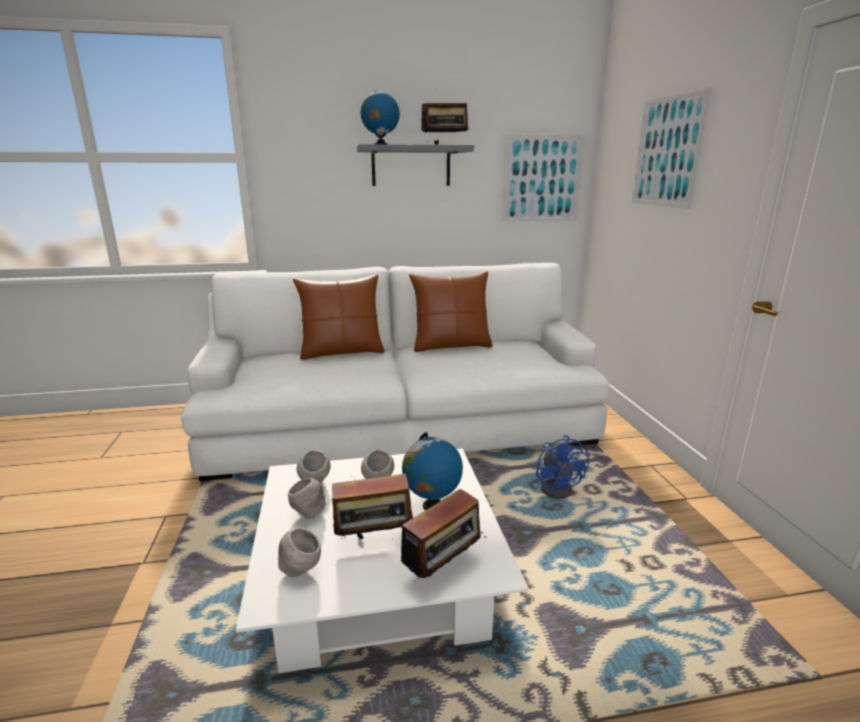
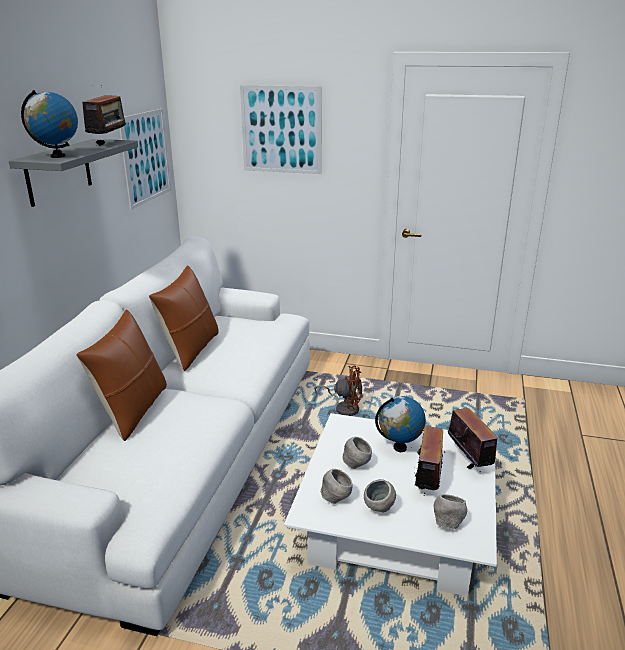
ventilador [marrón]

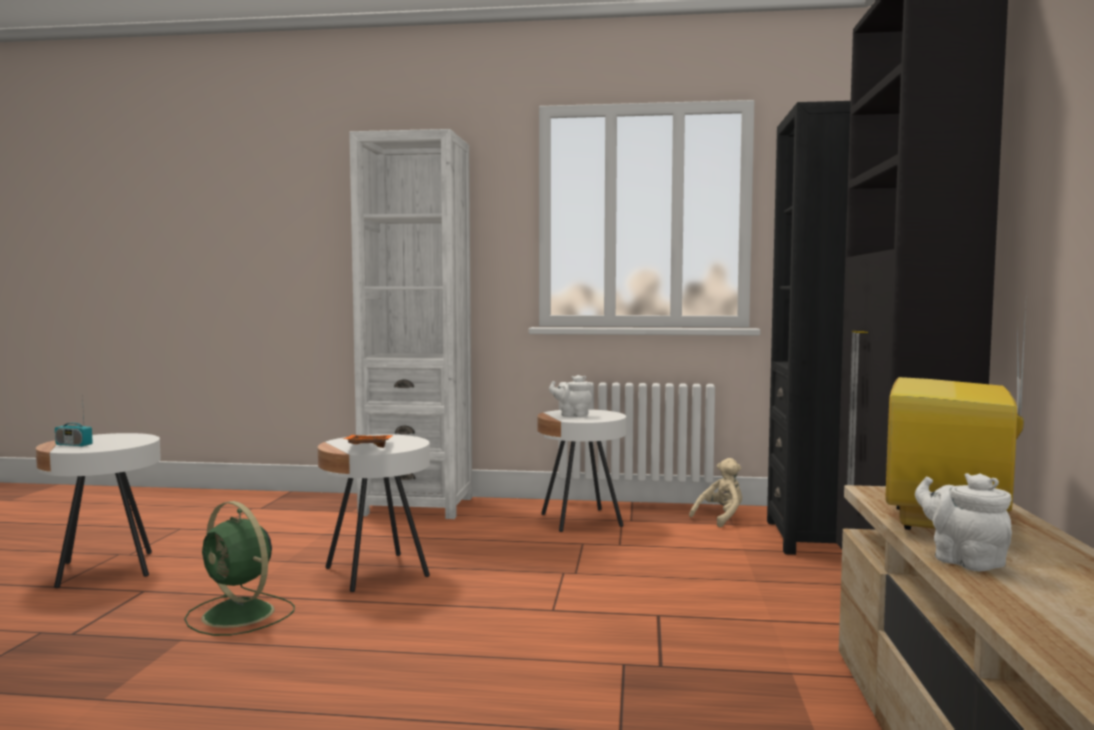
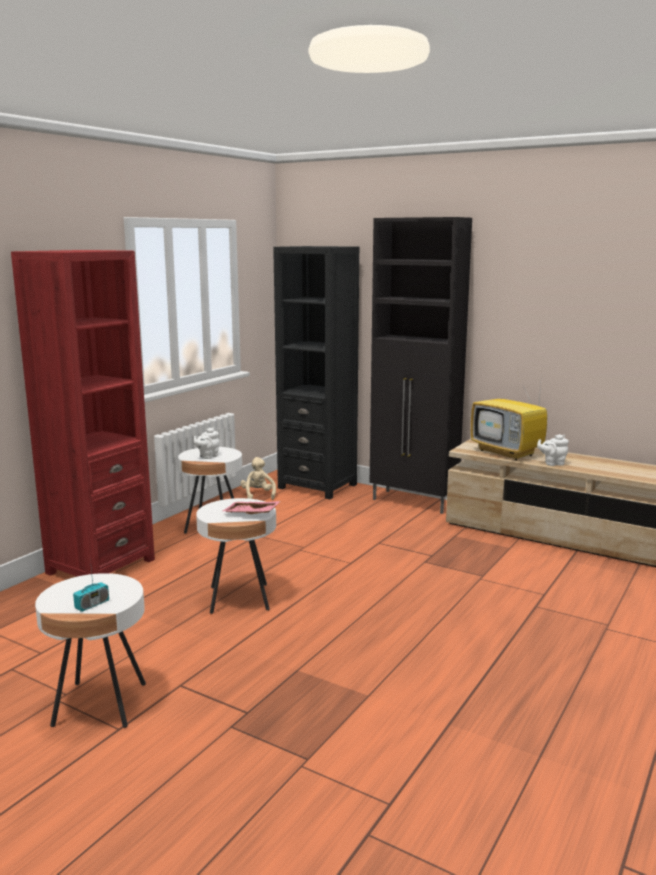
ventilador [verde]; bandeja [rosa]; estantería [rojo]

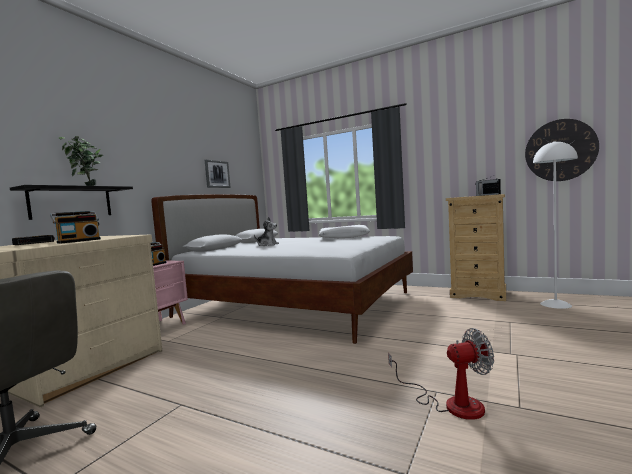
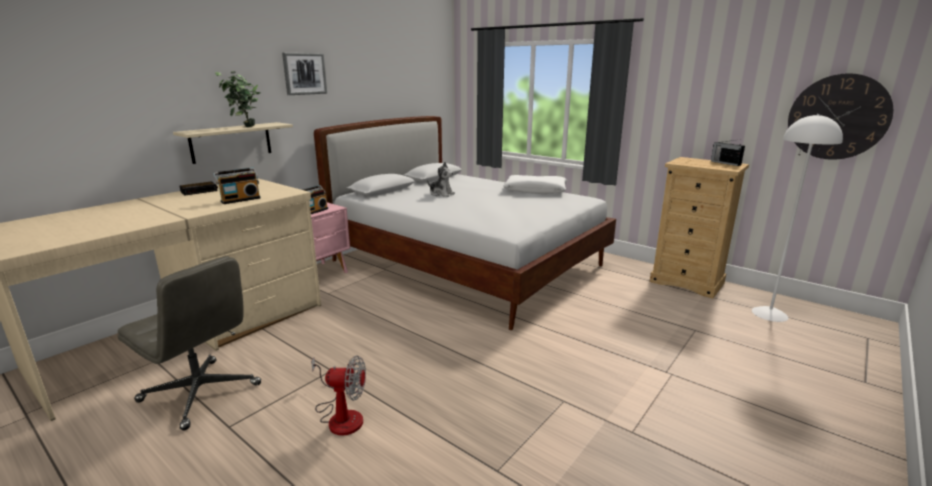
cuadro; ventilador; estante [beis]

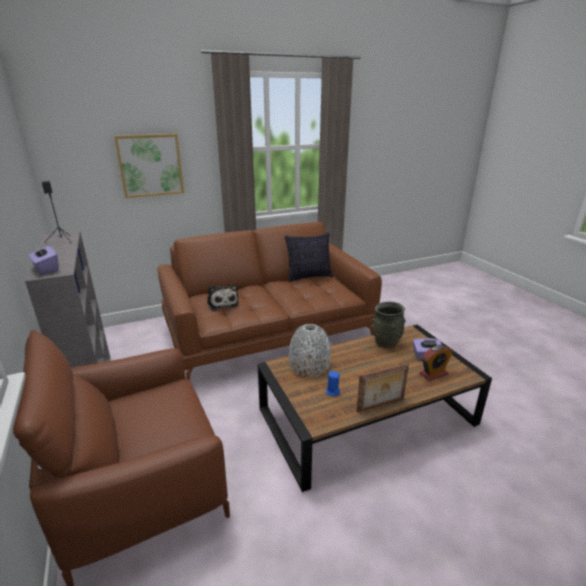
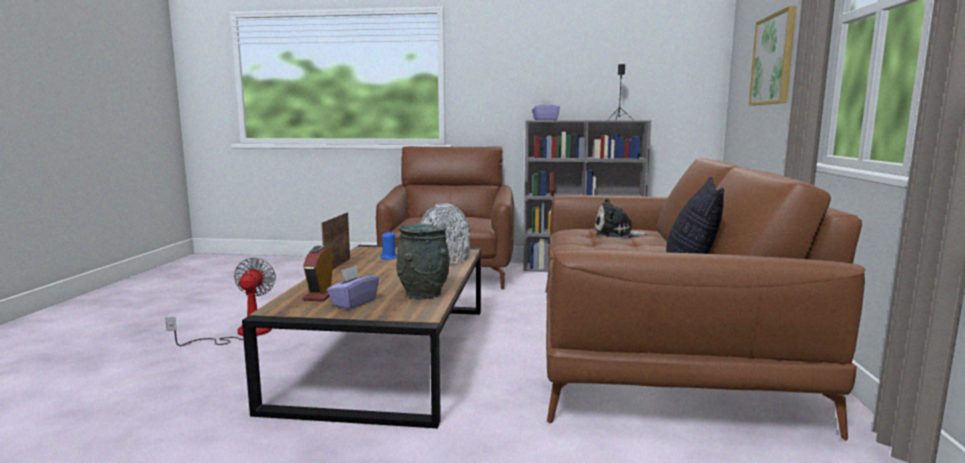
ventilador

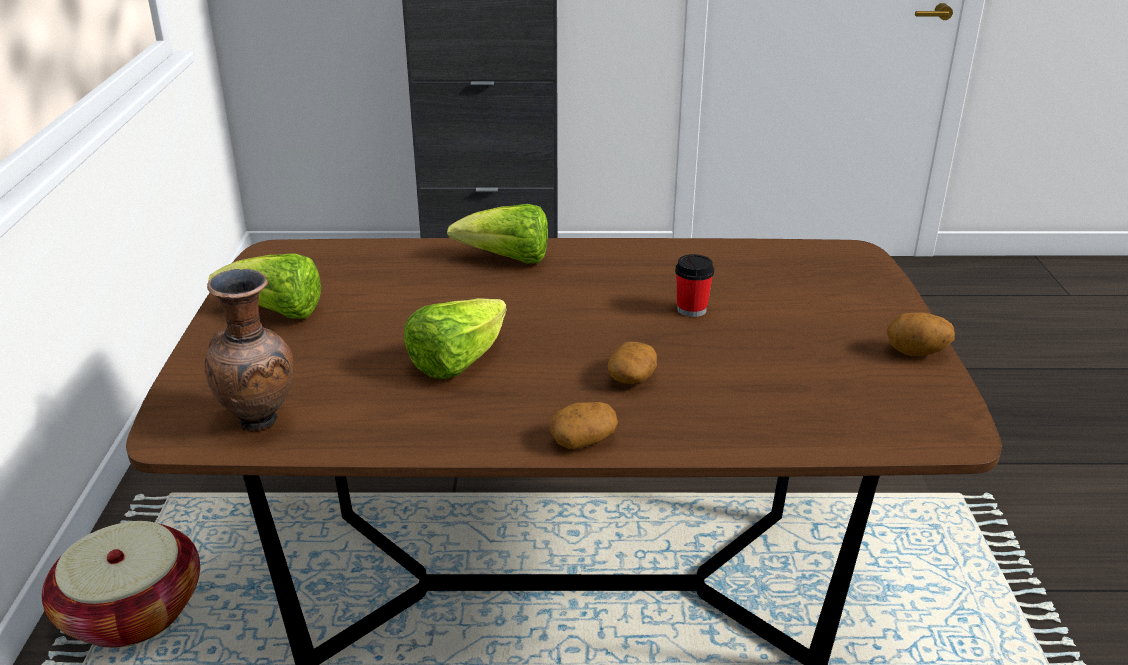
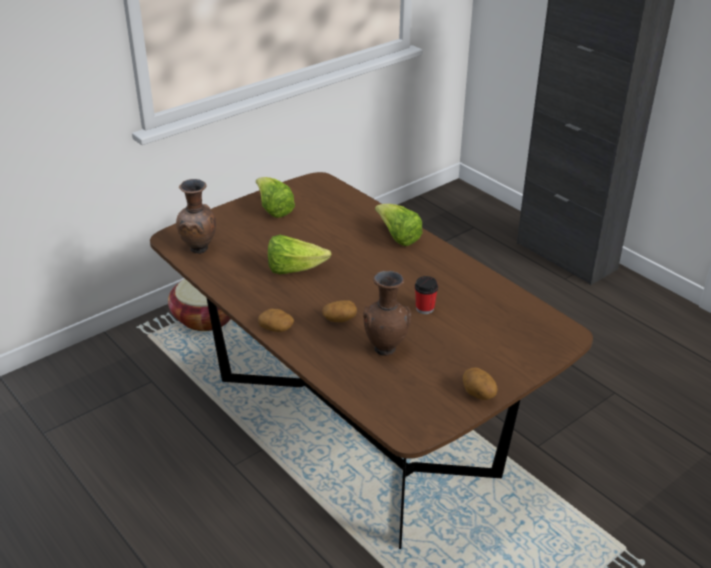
florero [marrón] (2nd from left)

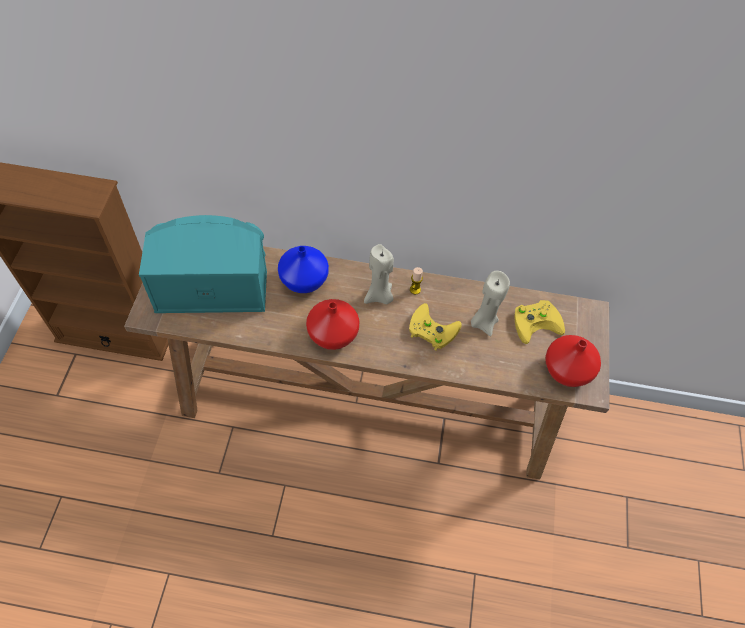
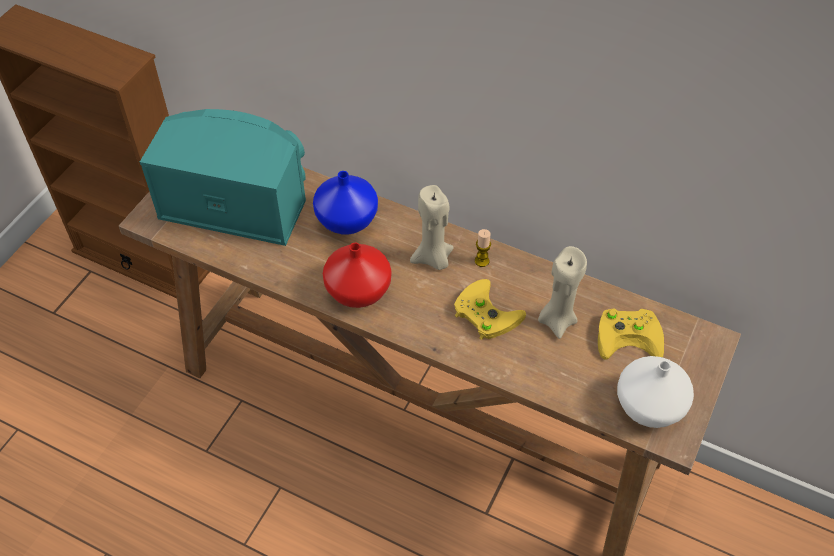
florero [blanco]

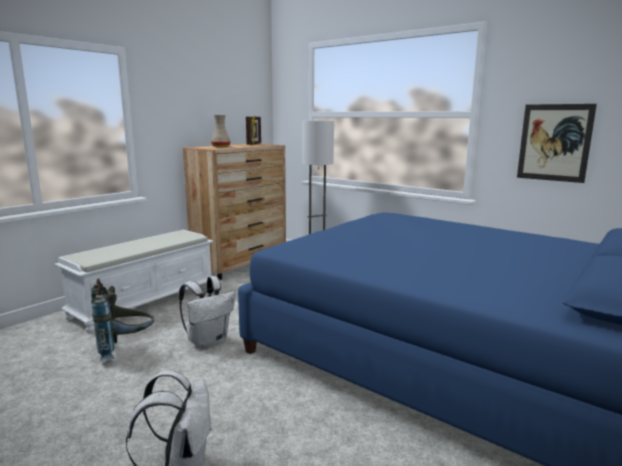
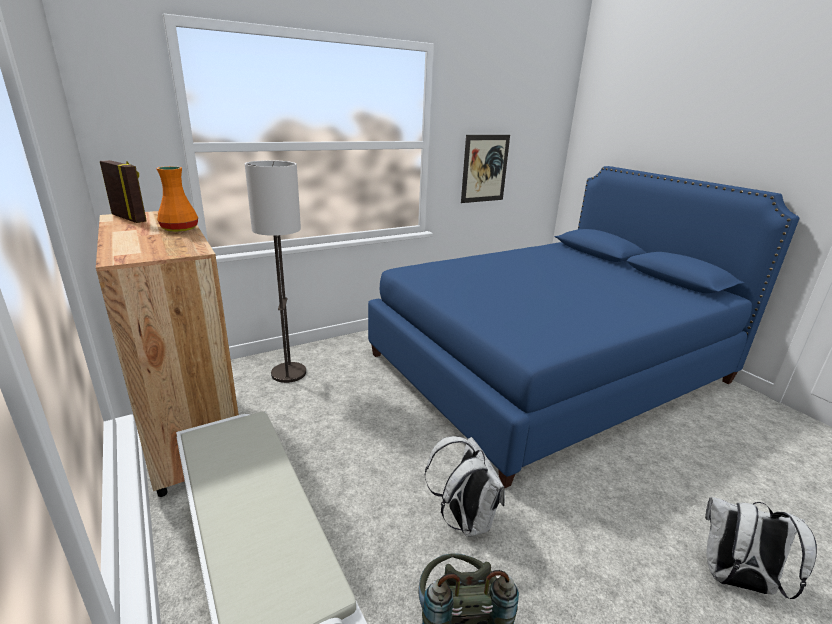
florero [beis]; florero [naranja]

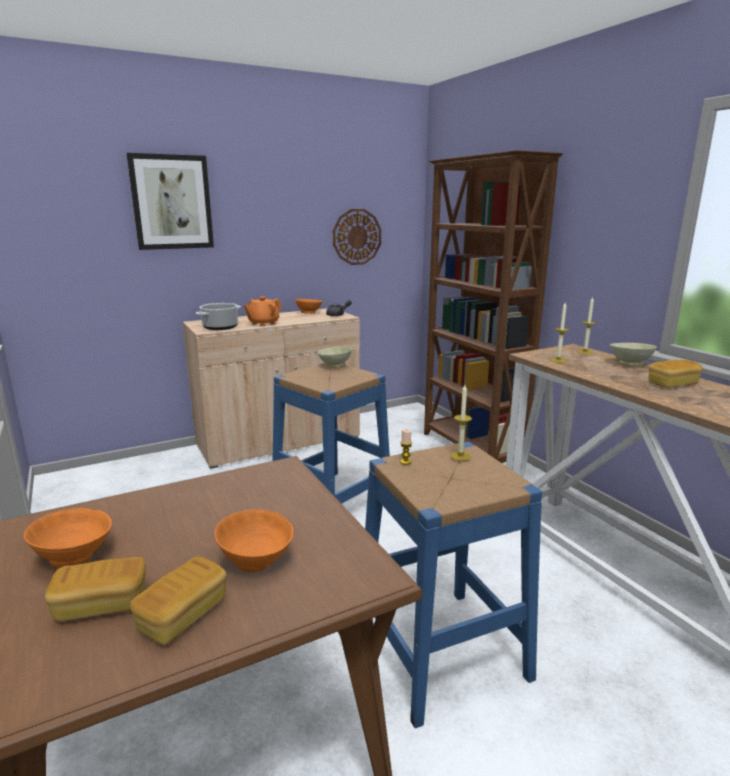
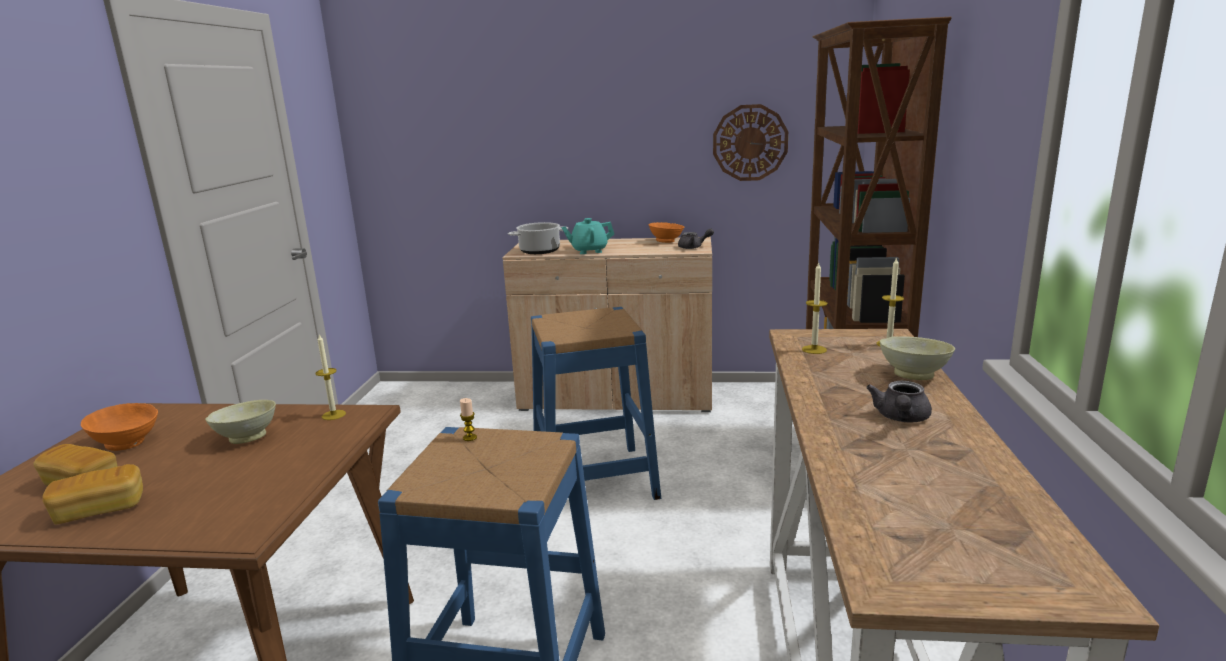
cuadro; cuenco [naranja] (2nd from left in the first image); cuenco [beis] (1st from left); vela (1st from left); tetera [gris] (2nd from left); tetera [turquesa]

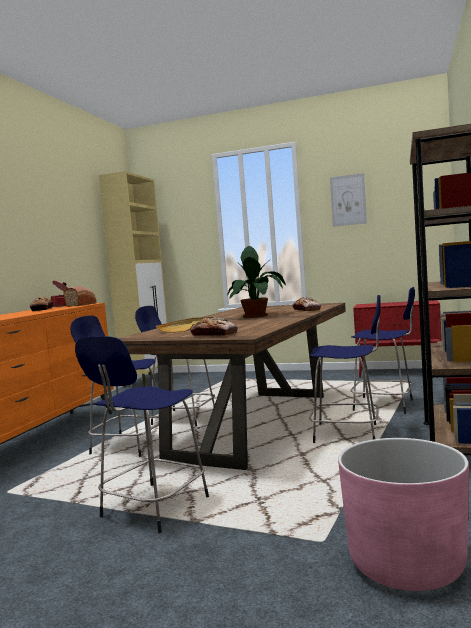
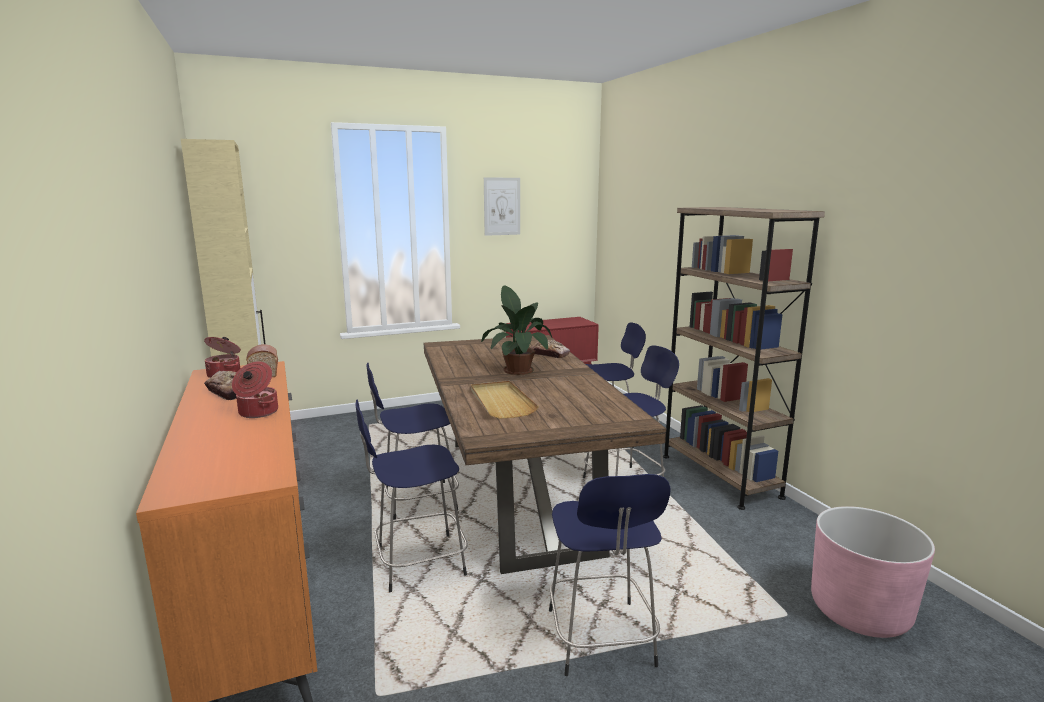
pan (3rd from left in the first image); olla (2nd from left)

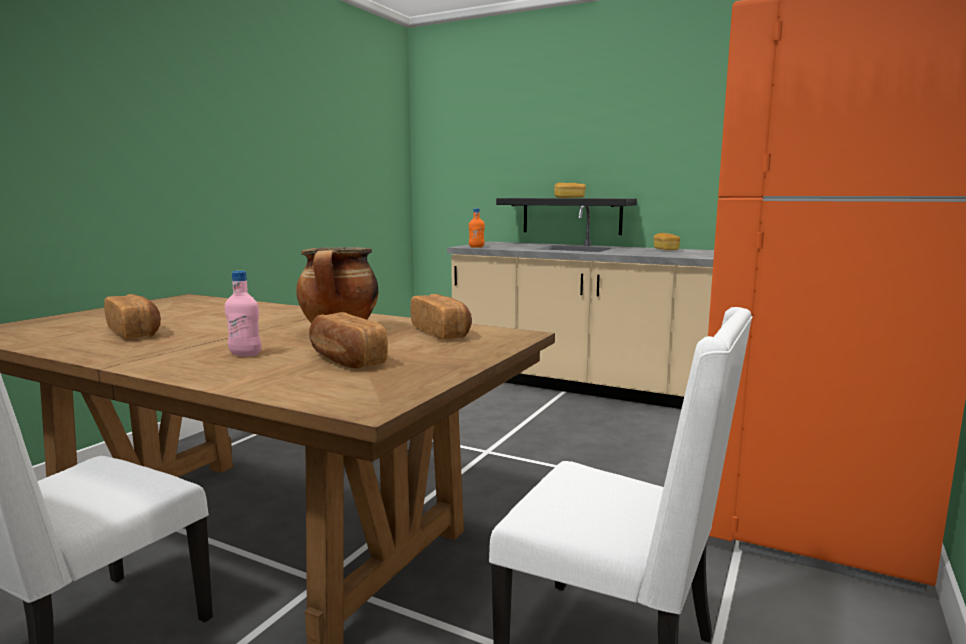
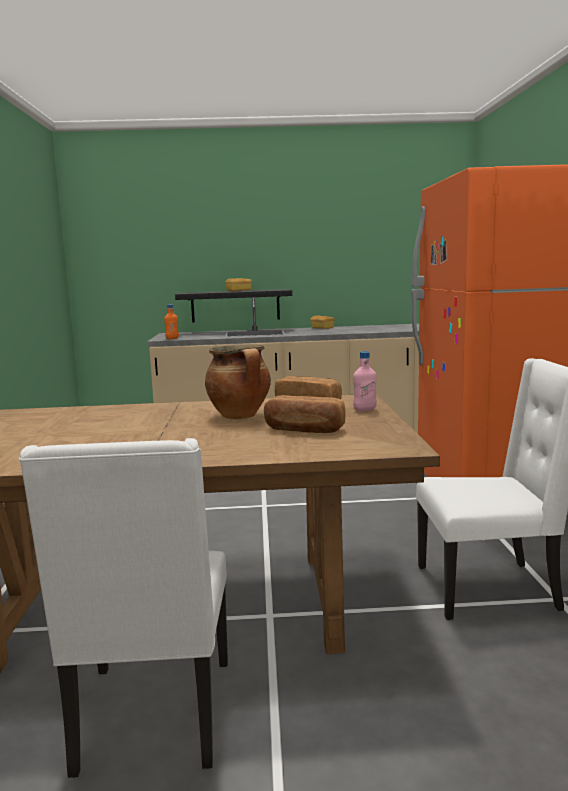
pan (1st from left in the first image); botella [rosa]

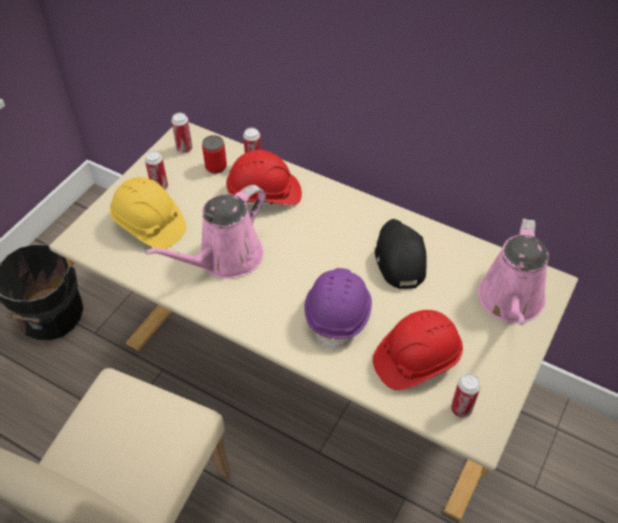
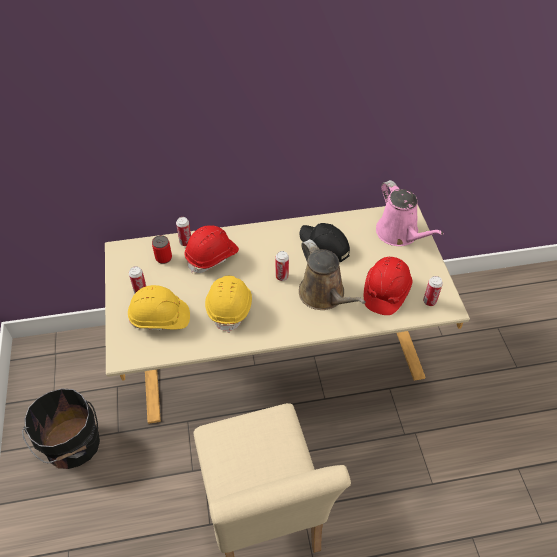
lata (4th from left); casco [amarillo] (2nd from left); regadera [marrón]

